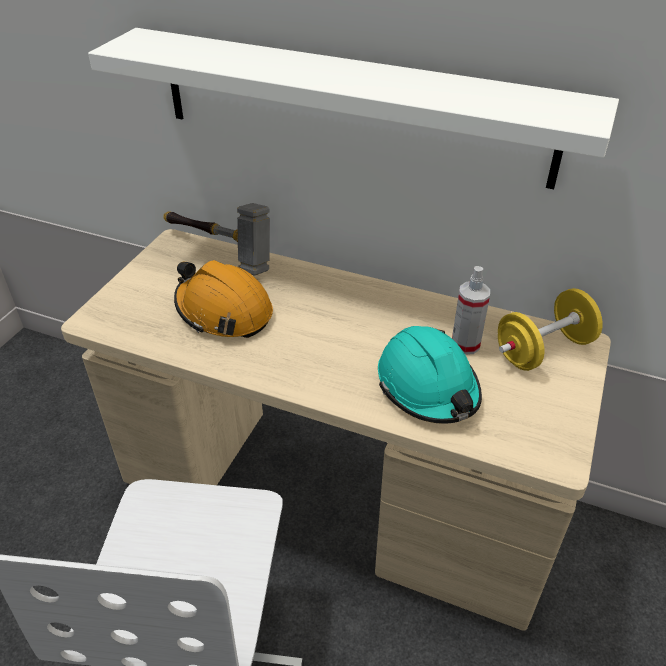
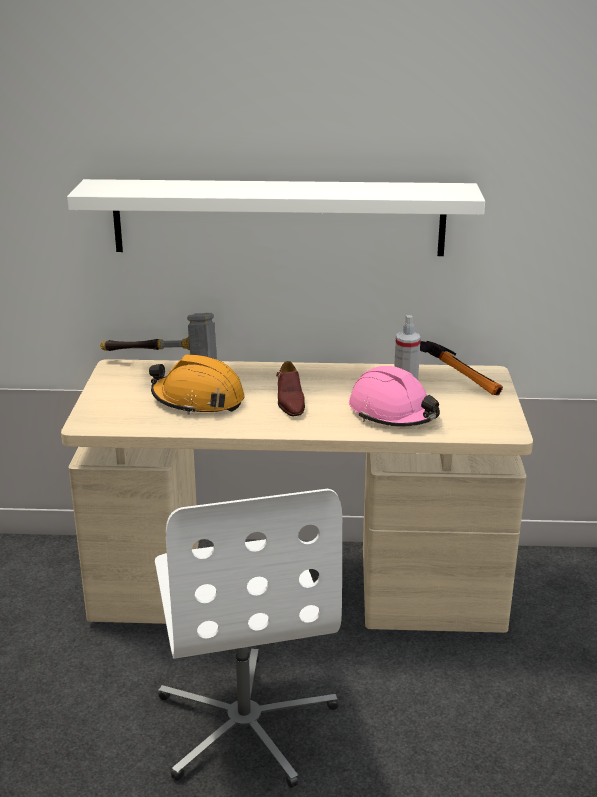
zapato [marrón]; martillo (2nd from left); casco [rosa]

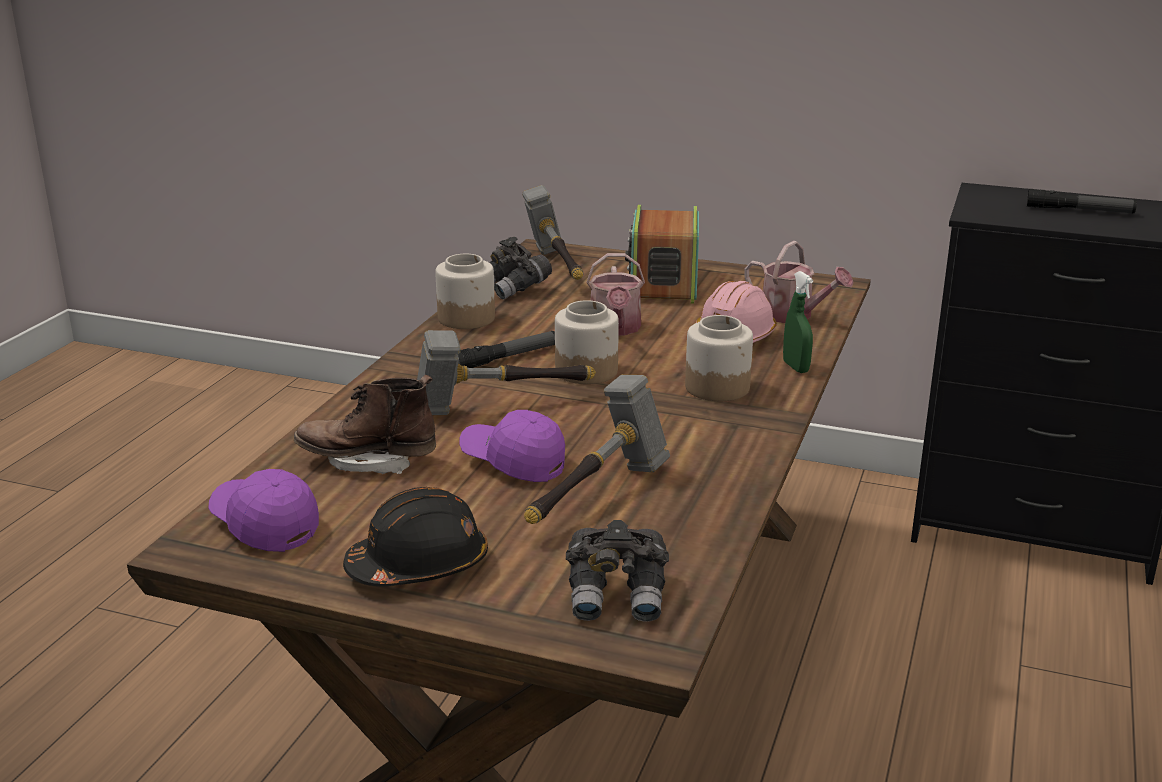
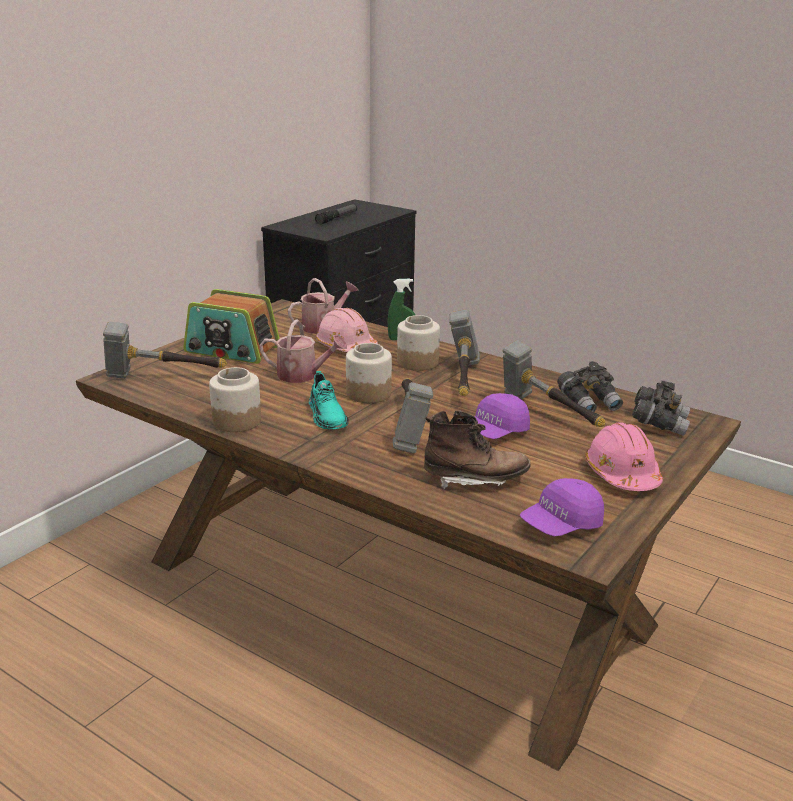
martillo (3rd from left); prismáticos [gris] (1st from left); zapato [turquesa]; casco [rosa] (2nd from left); bota [marrón]

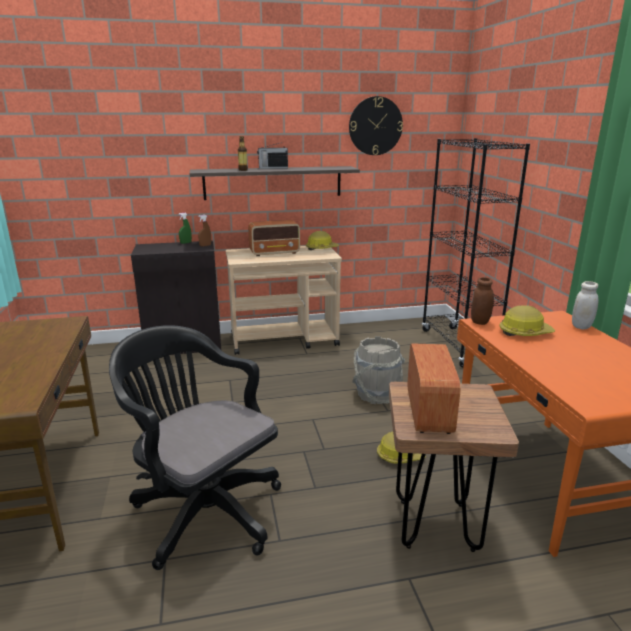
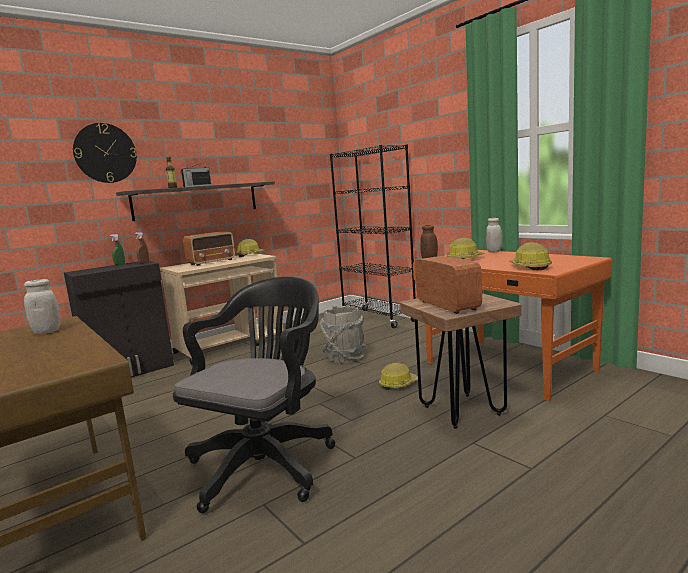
tarro [blanco] (1st from left); casco (4th from left); reloj de pared; silla de oficina [negro]

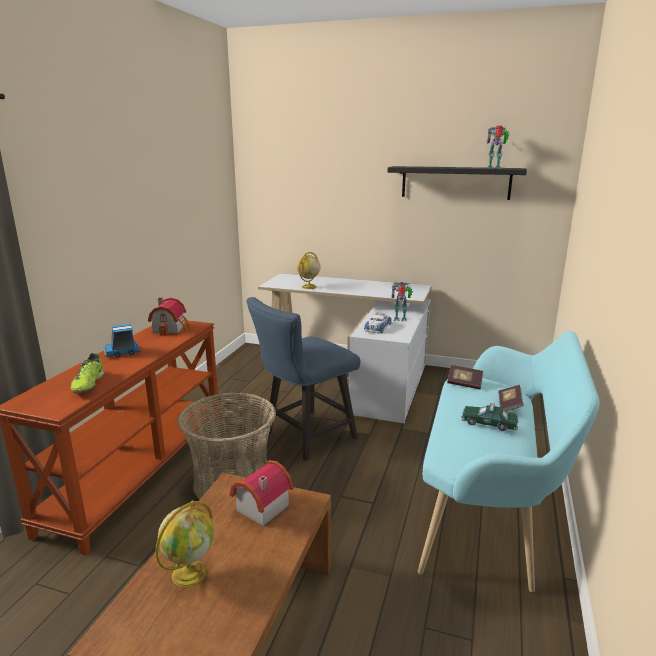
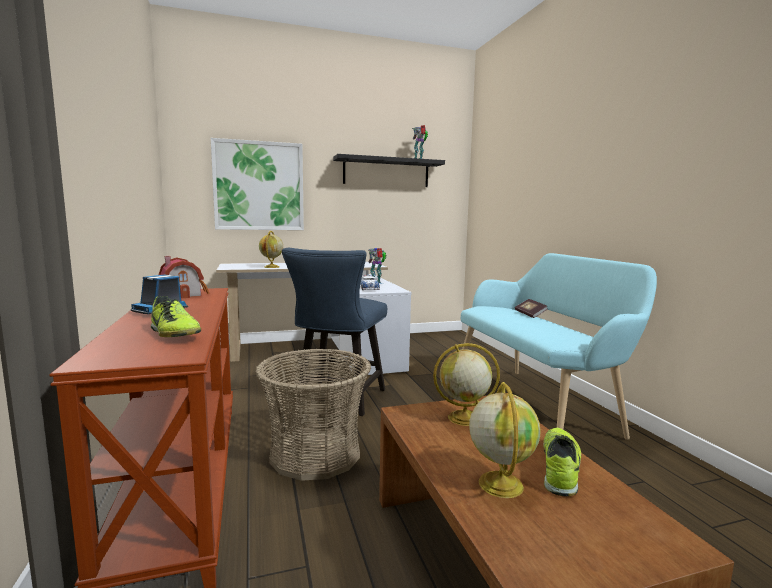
libro (1st from left in the first image); coche de juguete (2nd from left in the first image); cuadro; zapato (2nd from left); globo terráqueo (2nd from left)

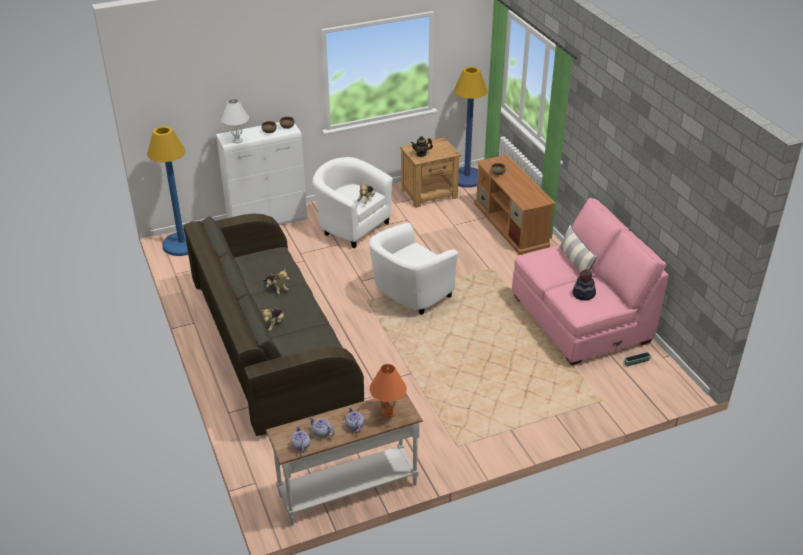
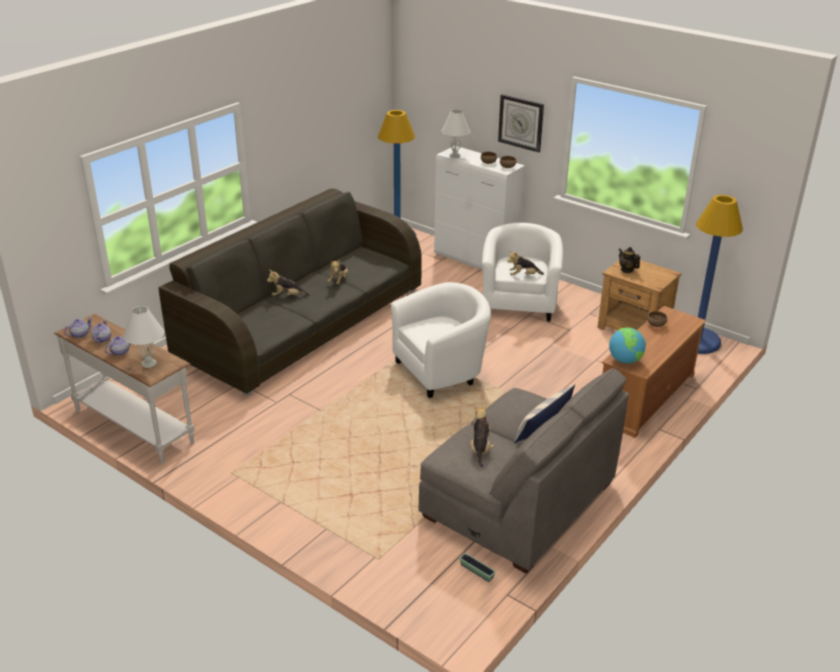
reloj de pared; globo terráqueo; peluche (3rd from left); lámpara de mesa [blanco] (1st from left); sofá [gris] (2nd from left); sillón [blanco] (1st from left)

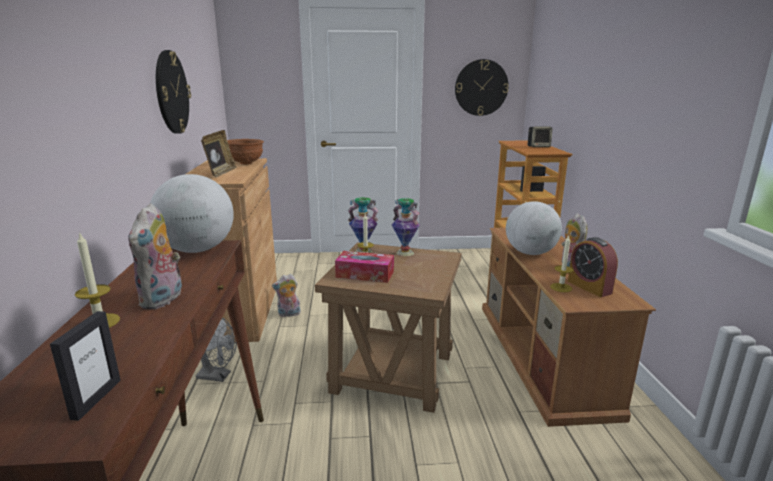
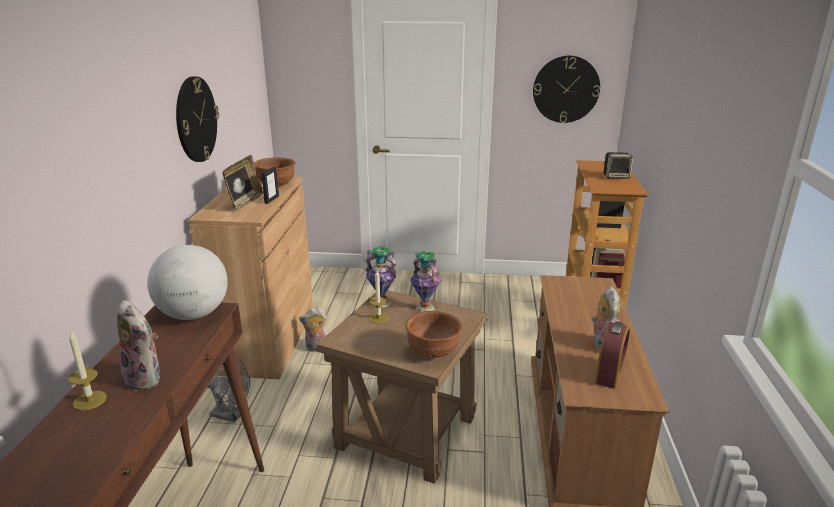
caja de pañuelos; globo terráqueo (2nd from left in the first image); vela (3rd from left in the first image); cuenco [marrón] (2nd from left); portarretratos (2nd from left); peluche (1st from left); despertador

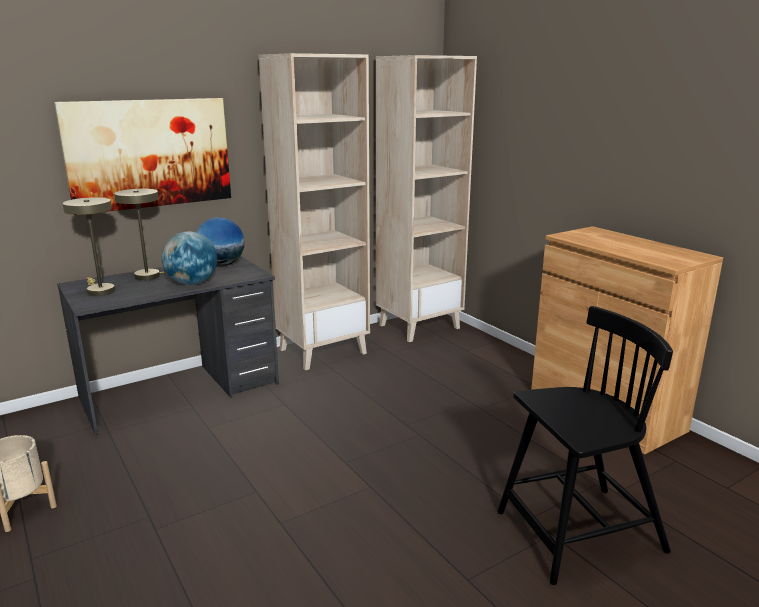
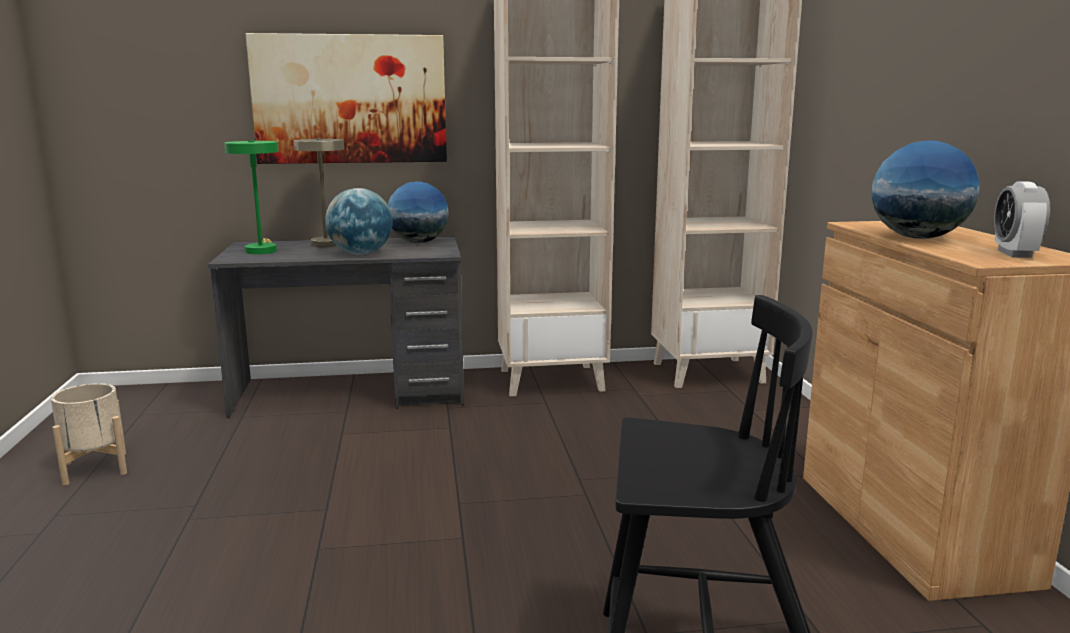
globo terráqueo (3rd from left); despertador; lámpara de mesa [verde]

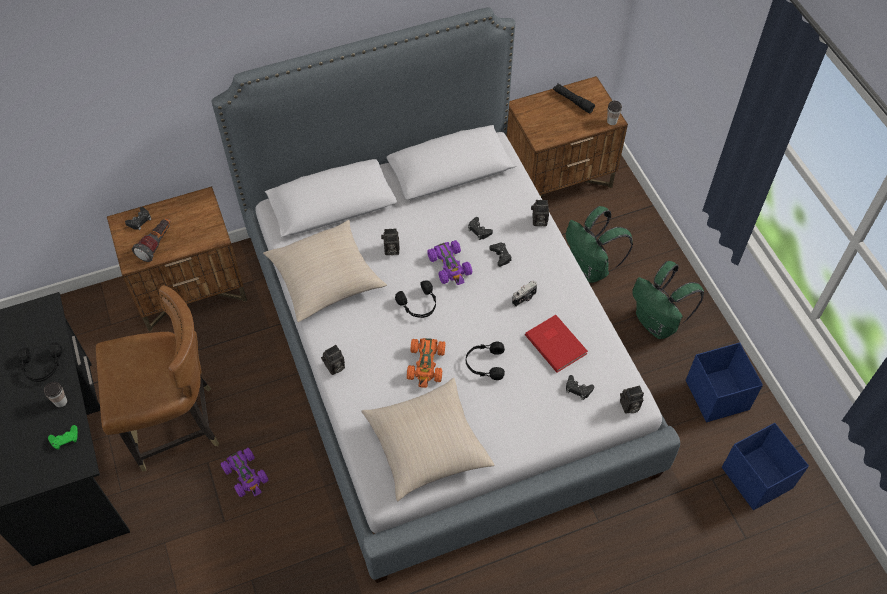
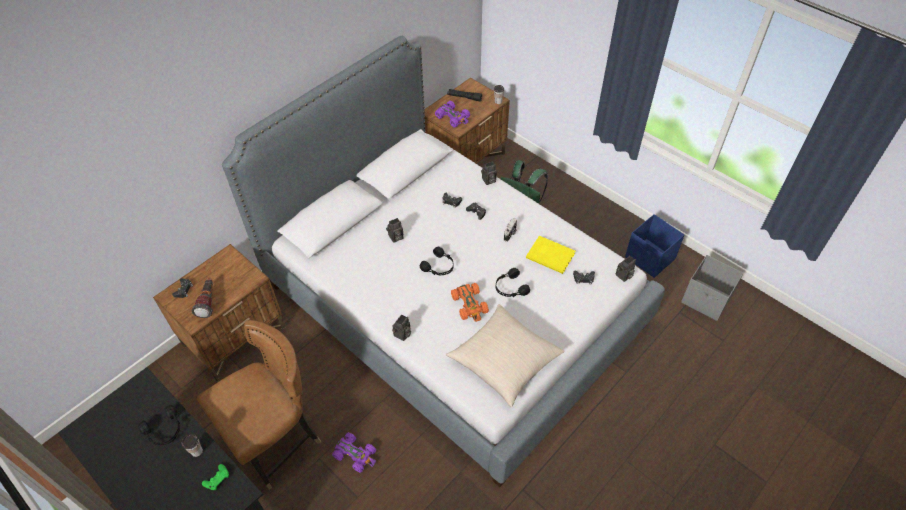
cojín [beis] (1st from left in the first image); mochila [verde] (2nd from left in the first image); coche de juguete [morado] (2nd from left); libro [amarillo]; caja de almacenaje [gris]

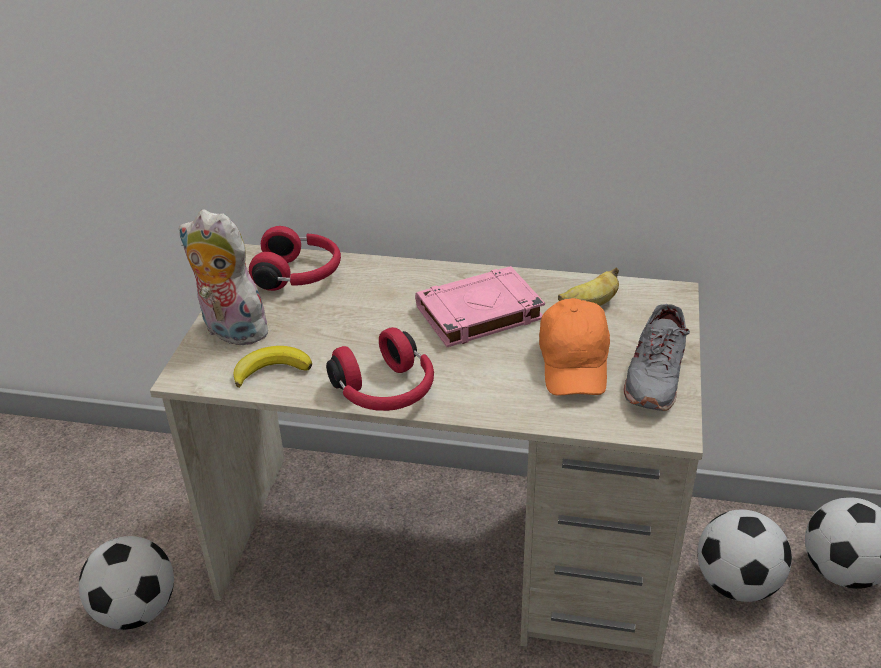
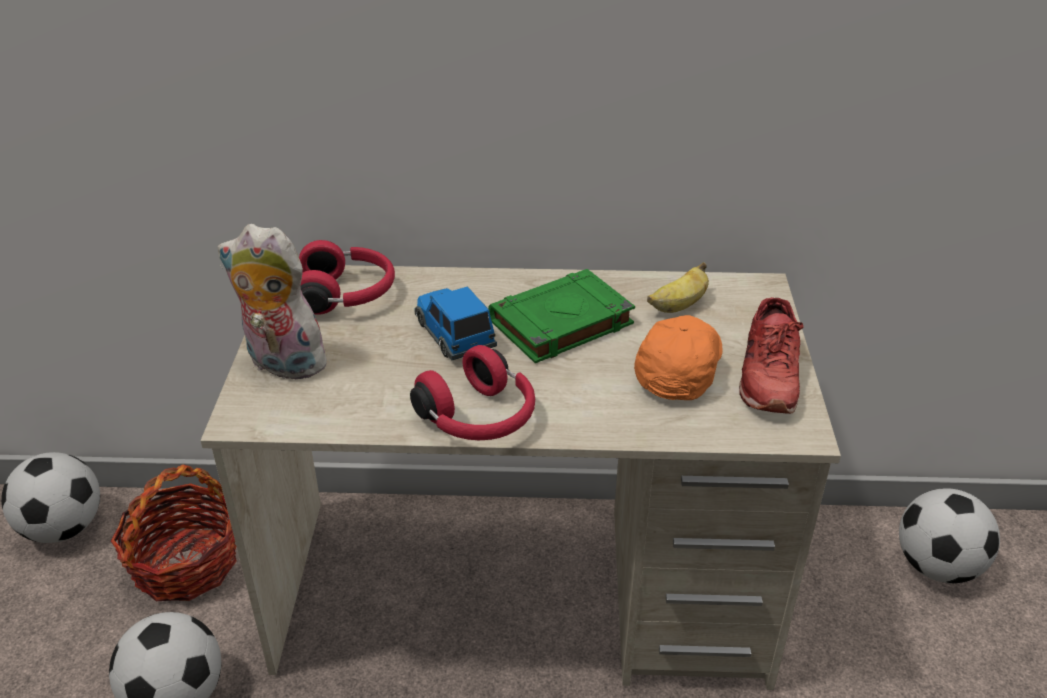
plátano (1st from left in the first image); cesta; coche de juguete; balón de fútbol (1st from left); libro [verde]; zapato [rojo]; gorra [naranja]

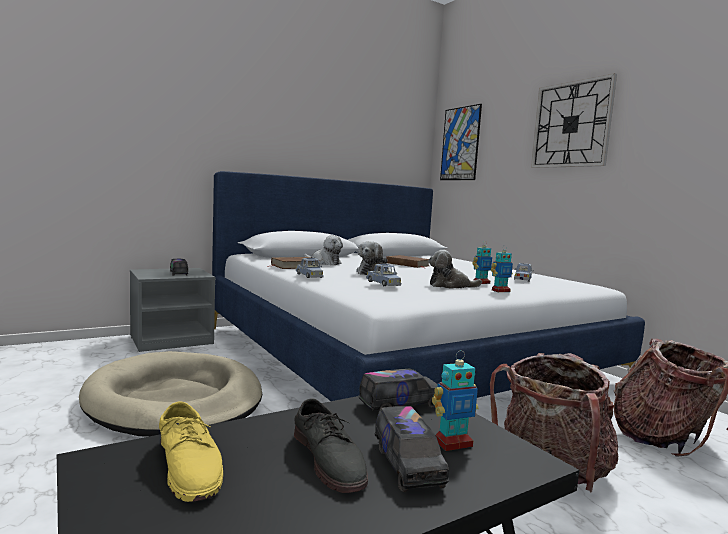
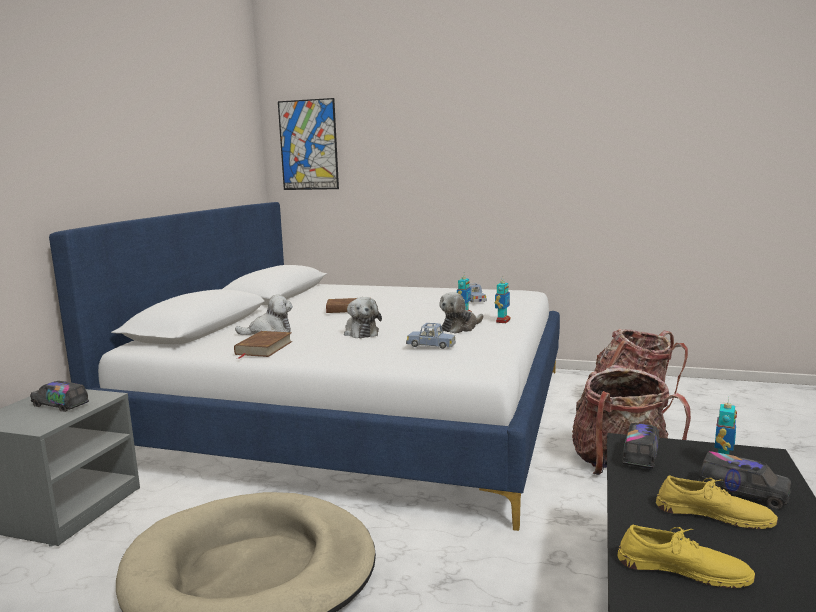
coche de juguete [azul] (1st from left in the first image); reloj de pared; zapato [amarillo] (2nd from left)

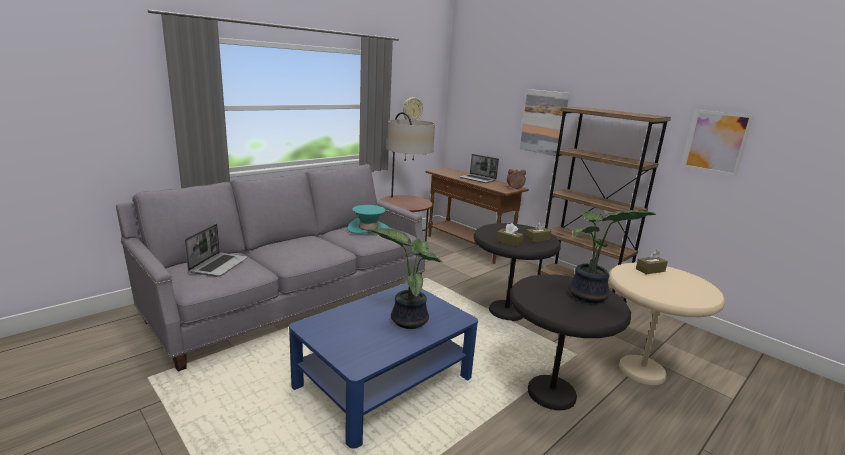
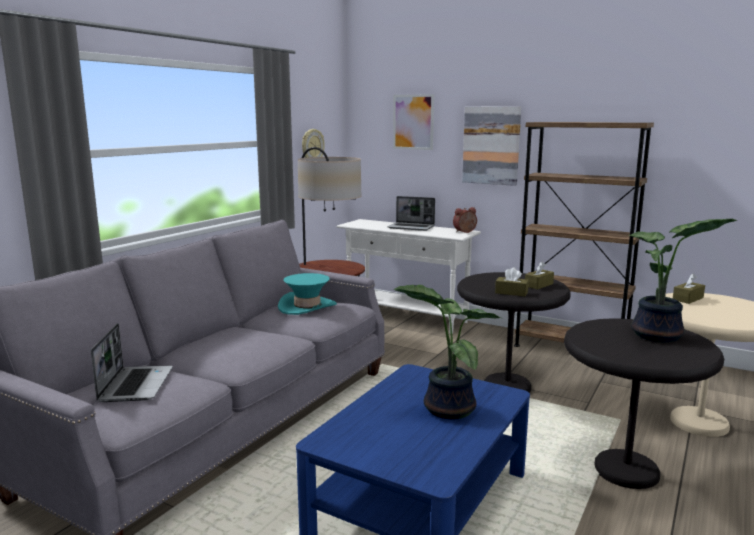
cuadro (1st from left); mesa consola [blanco]

